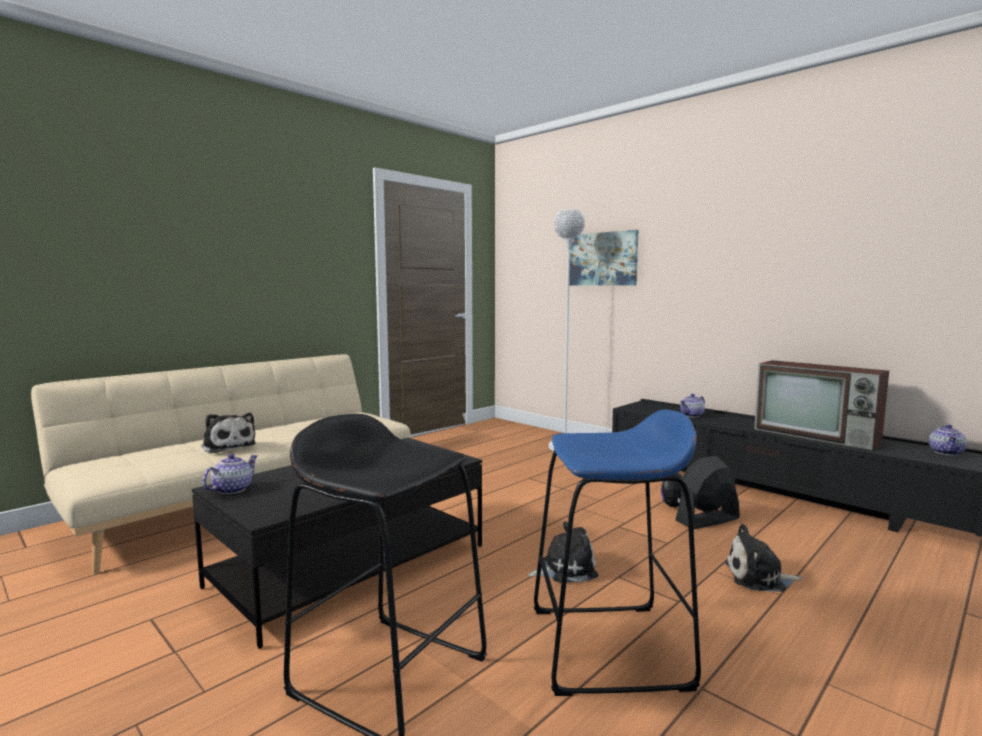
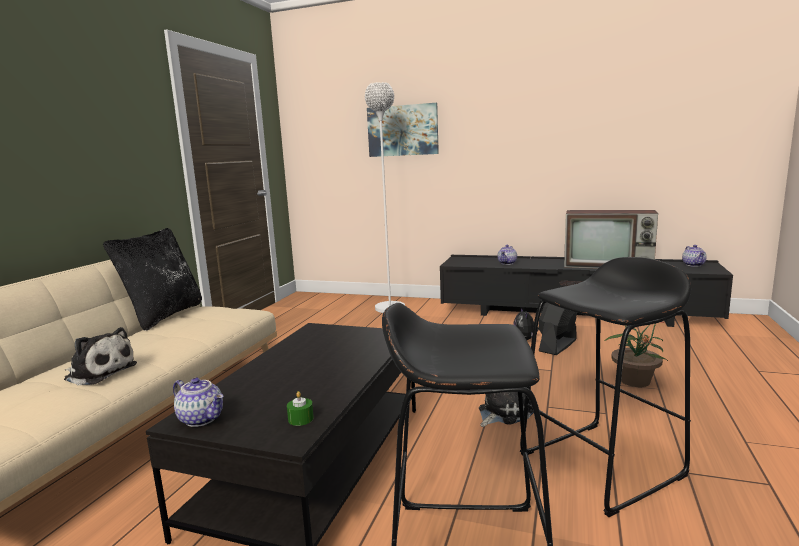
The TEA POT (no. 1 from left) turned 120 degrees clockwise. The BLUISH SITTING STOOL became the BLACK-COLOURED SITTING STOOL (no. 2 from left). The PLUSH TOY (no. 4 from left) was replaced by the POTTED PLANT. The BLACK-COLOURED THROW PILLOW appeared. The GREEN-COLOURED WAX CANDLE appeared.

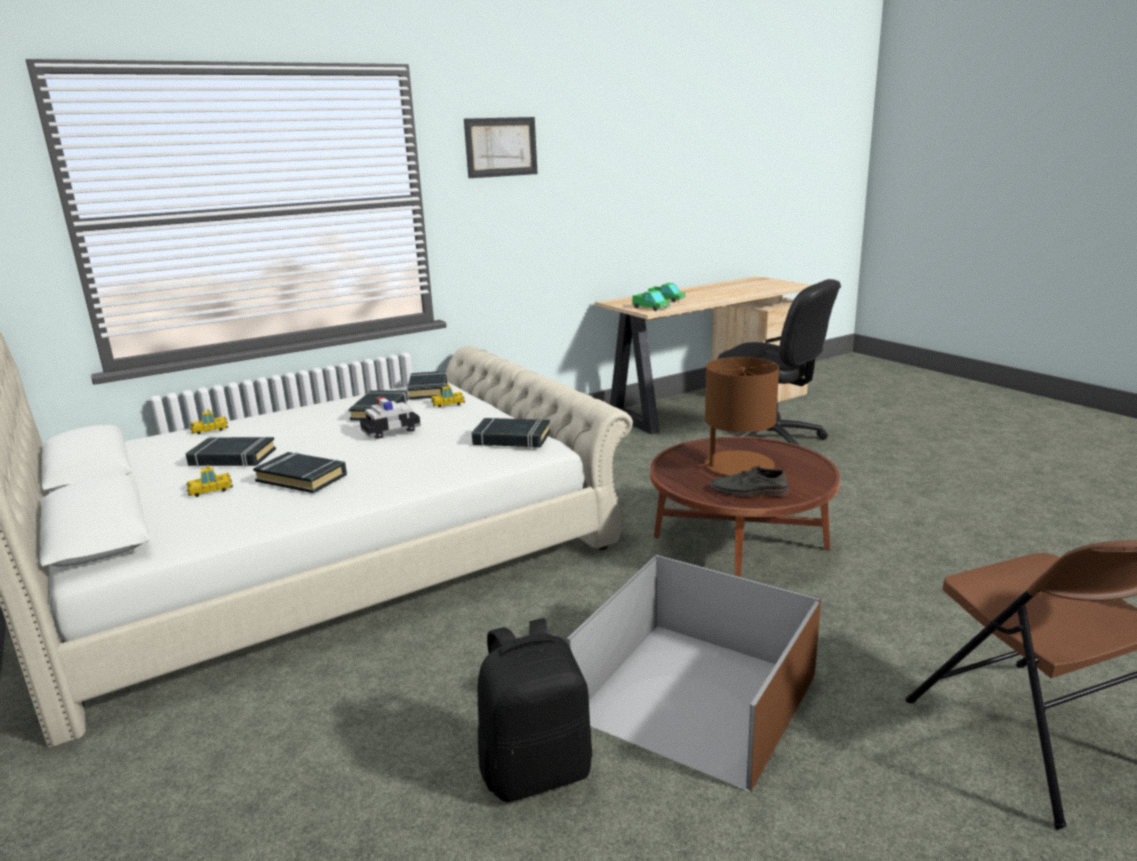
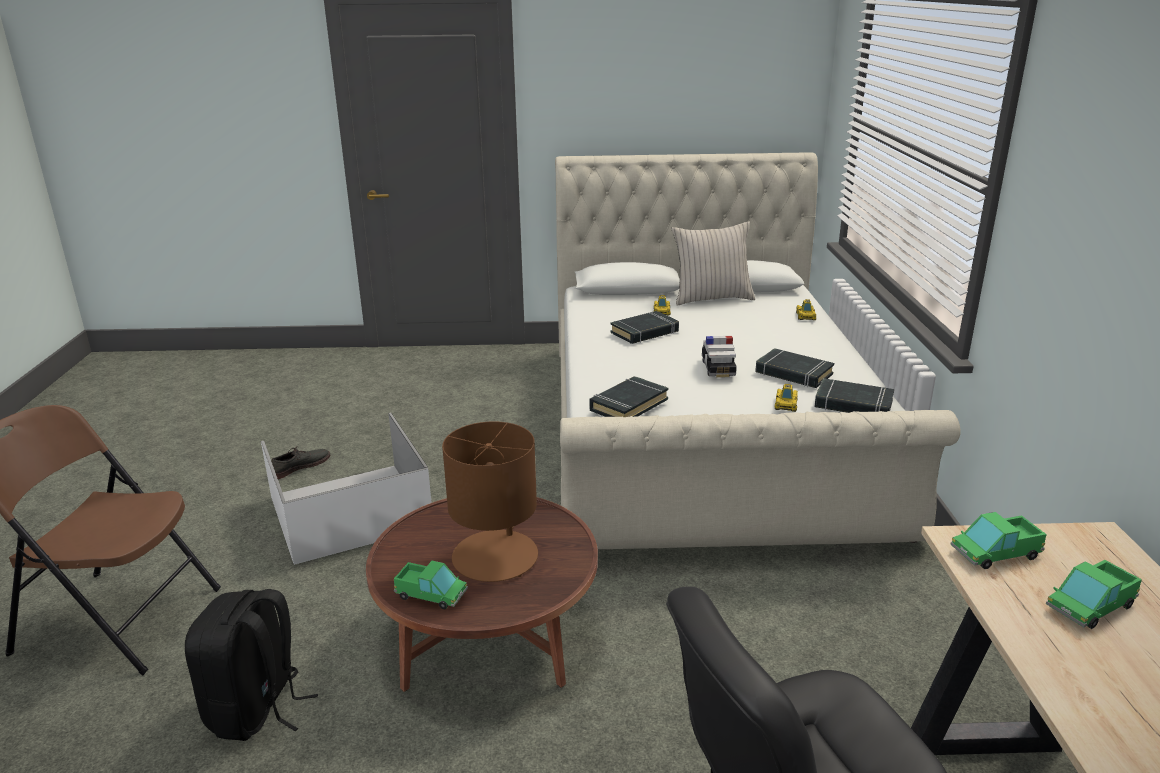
The BLACK-COLOURED VOLUME (no. 1 from left) disappeared. The WALL ART disappeared. The BLACK-COLOURED KNAPSACK moved. The BROWN STORAGE BIN became the WHITISH STORAGE BIN. The GRAY SHOE moved. The TOY TRUCK (no. 1 from left) appeared. The BEIGE-COLOURED THROW PILLOW appeared.

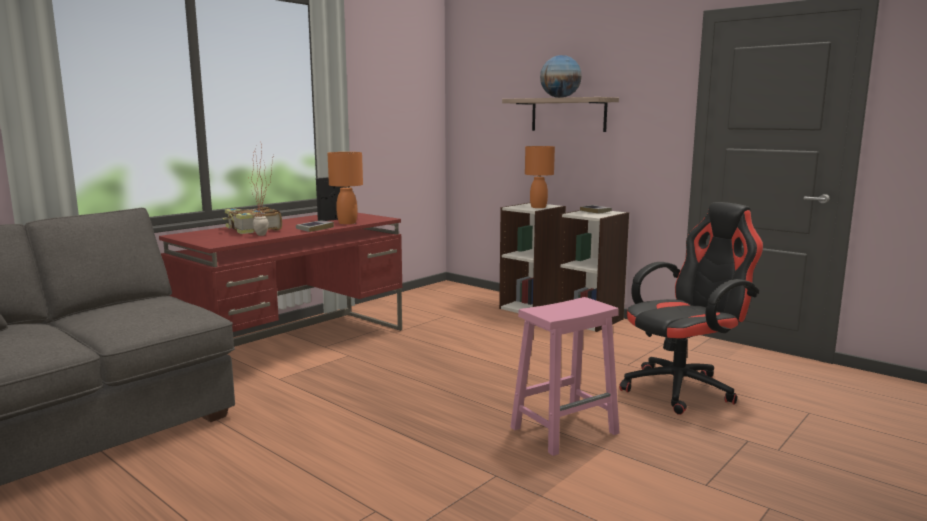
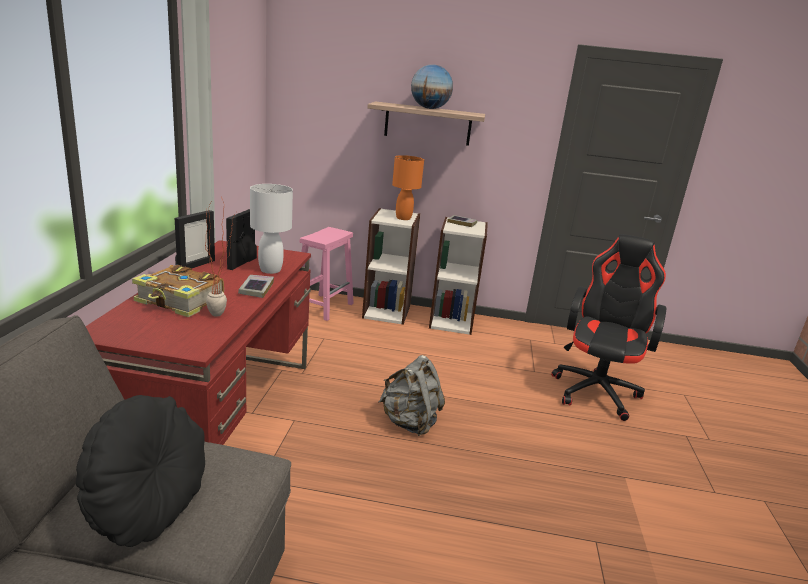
The ORANGE-COLOURED LAMP FOR A TABLE (no. 1 from left) became the WHITISH LAMP FOR A TABLE. The PINK-COLOURED SITTING STOOL moved. The BLACK-COLOURED THROW PILLOW appeared. The PHOTO FRAME (no. 1 from left) appeared. The GRAY KNAPSACK appeared.

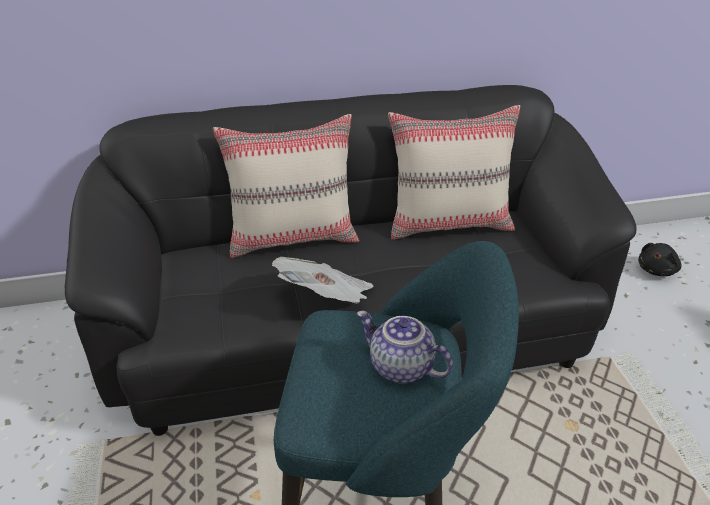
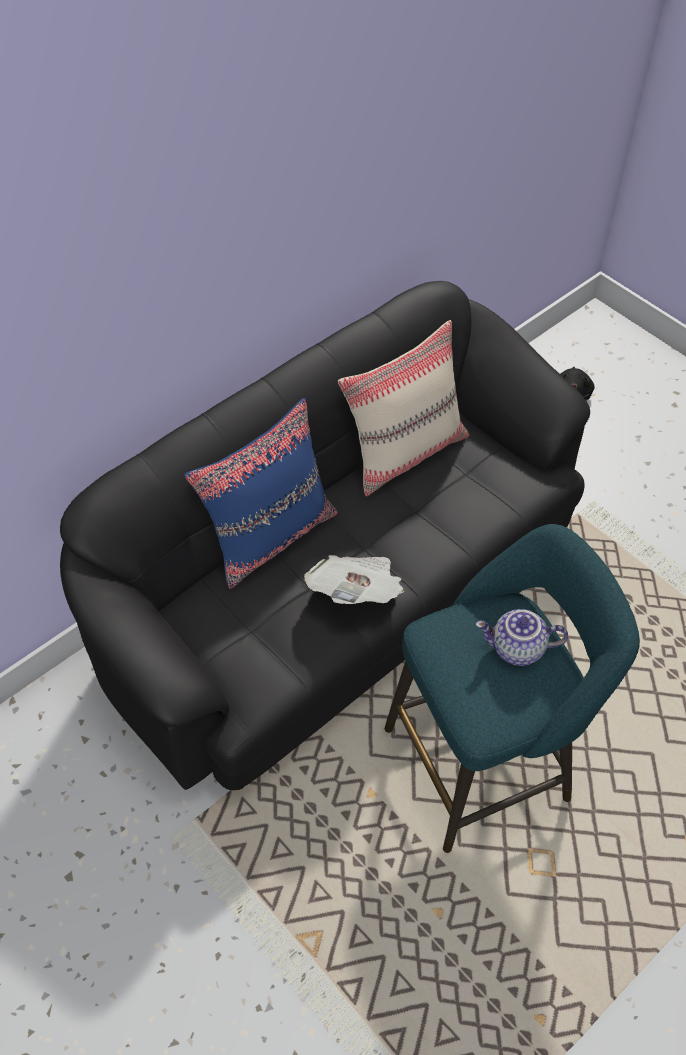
The BEIGE-COLOURED THROW PILLOW (no. 1 from left) became the BLUISH THROW PILLOW.

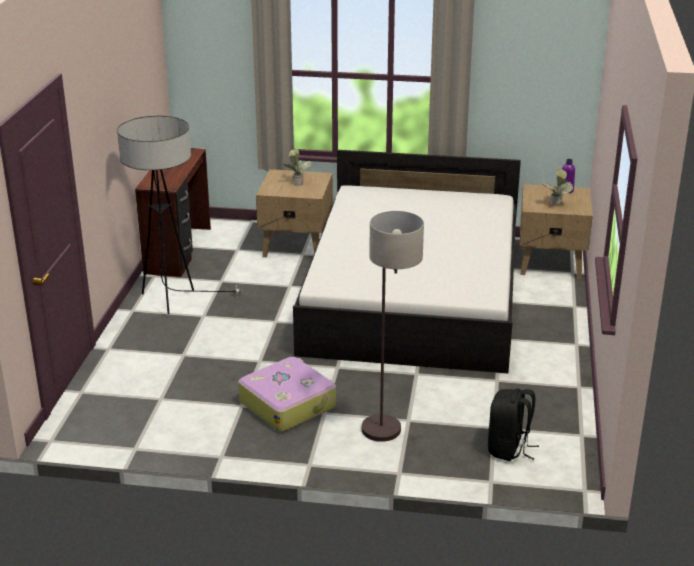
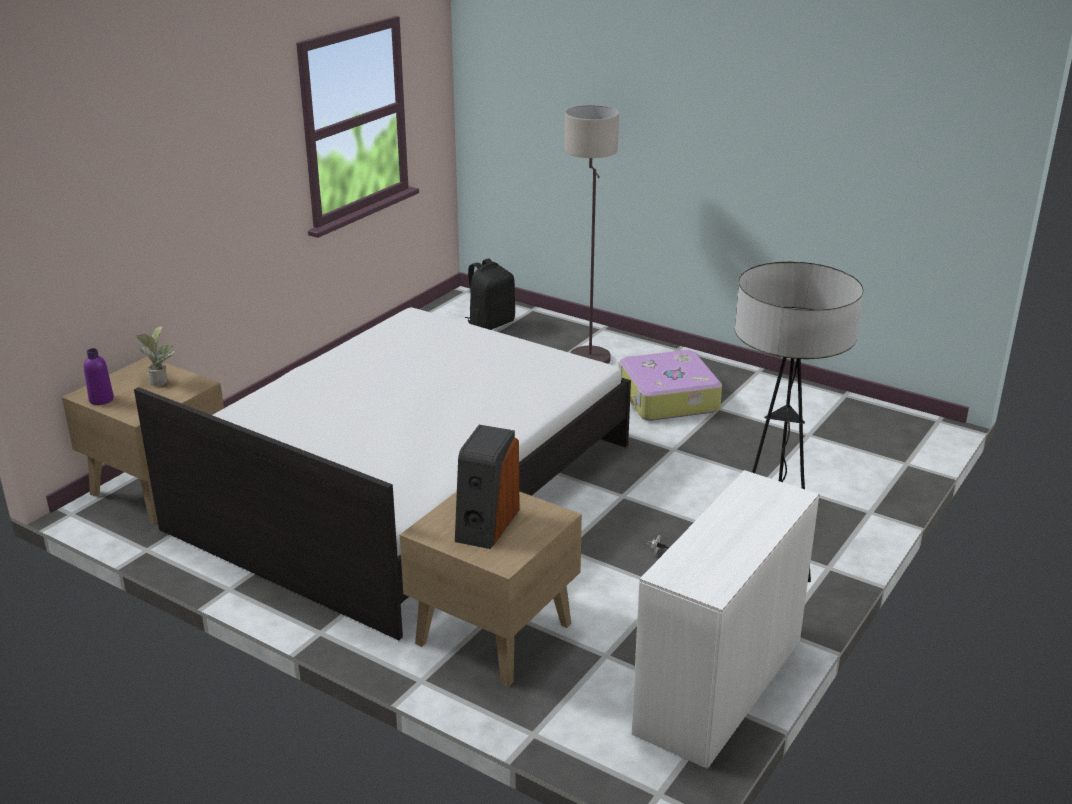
The BROWN DESK UNIT became the WHITISH DESK UNIT. The POTTED PLANT (no. 1 from left) was replaced by the AUDIO SPEAKER.

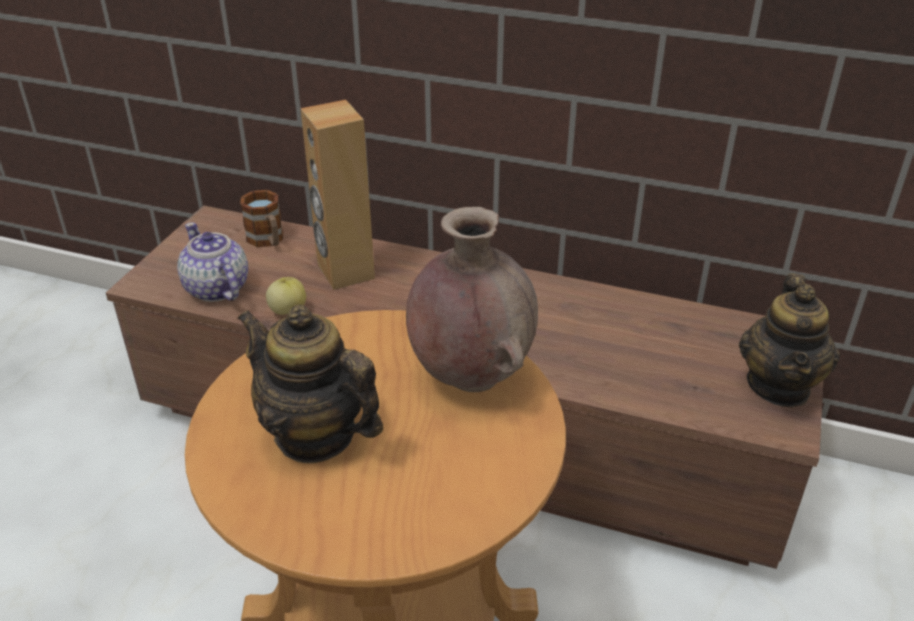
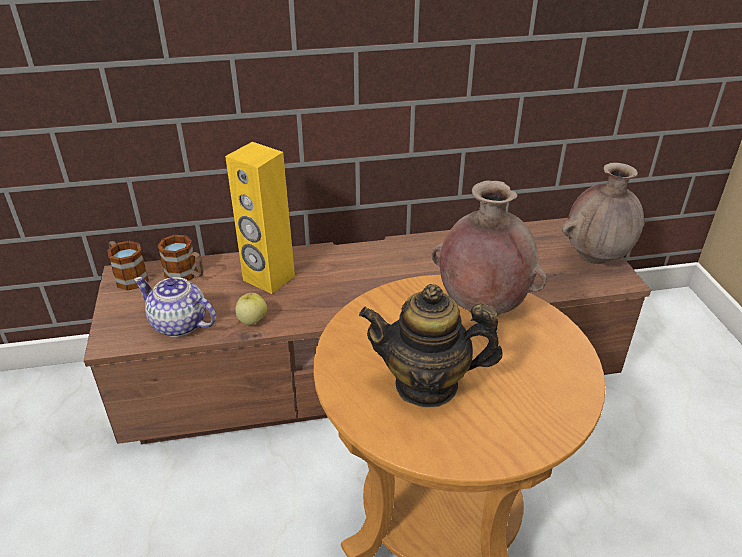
The BROWN AUDIO SPEAKER became the YELLOWISH AUDIO SPEAKER. The TEA POT (no. 3 from left) was replaced by the BROWN FLOWER VASE (no. 2 from left). The TEA MUG (no. 1 from left) appeared.

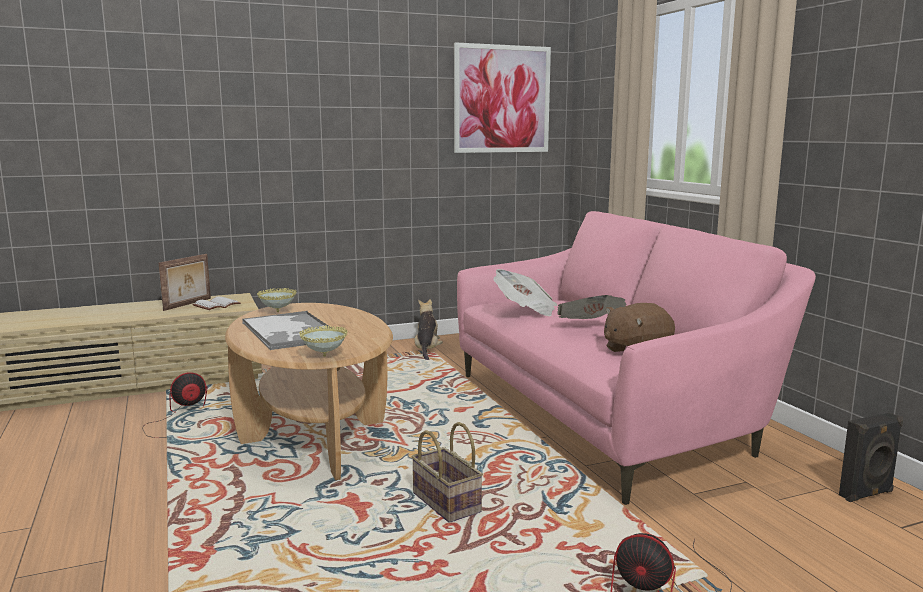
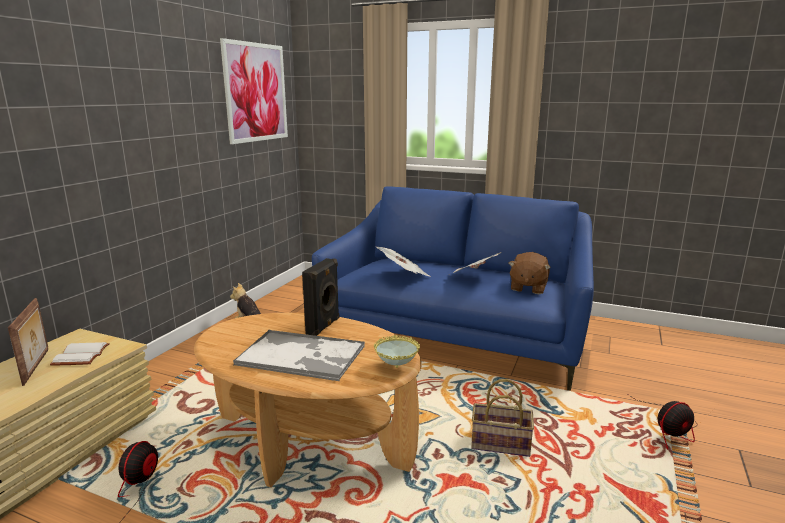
The BOWL (no. 1 from left) disappeared. The PINK-COLOURED SETTEE became the BLUISH SETTEE. The BLACK-COLOURED AUDIO SPEAKER moved.

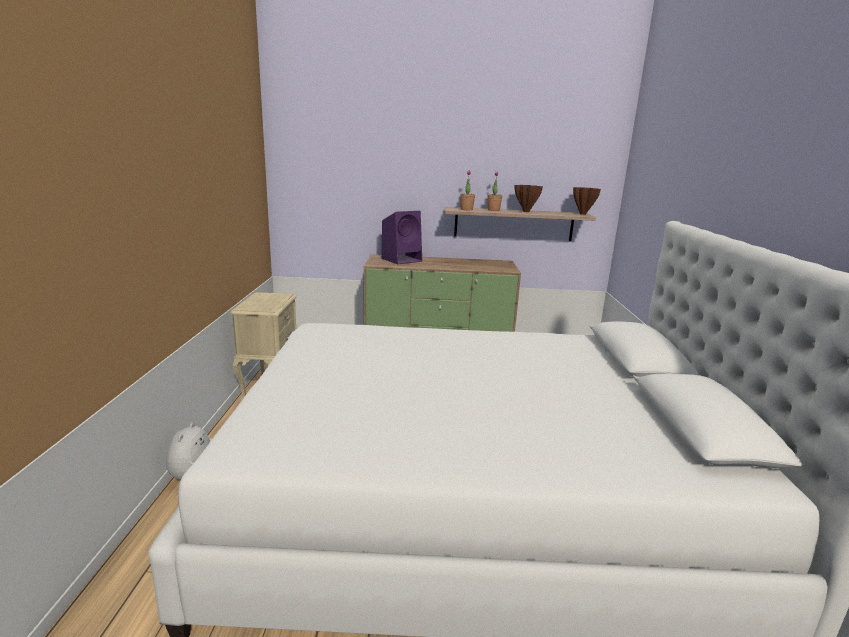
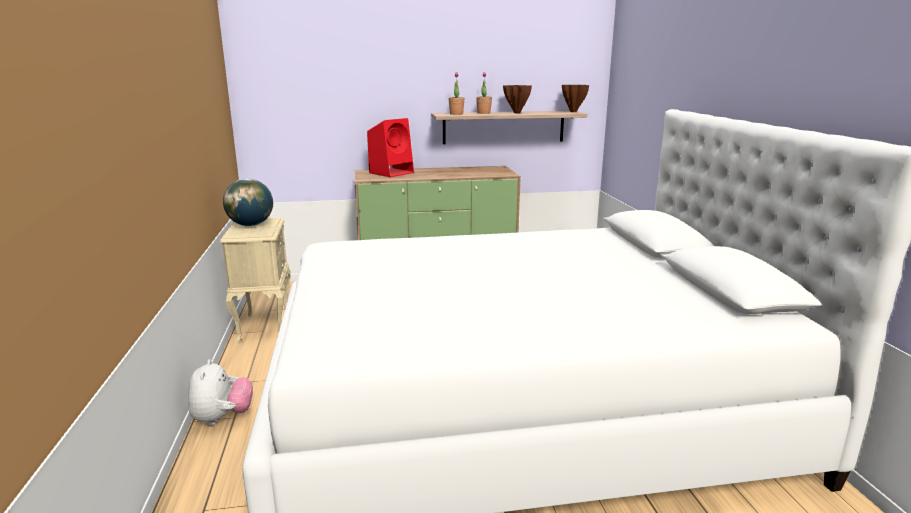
The PURPLE AUDIO SPEAKER became the REDDISH AUDIO SPEAKER. The DESK GLOBE appeared.

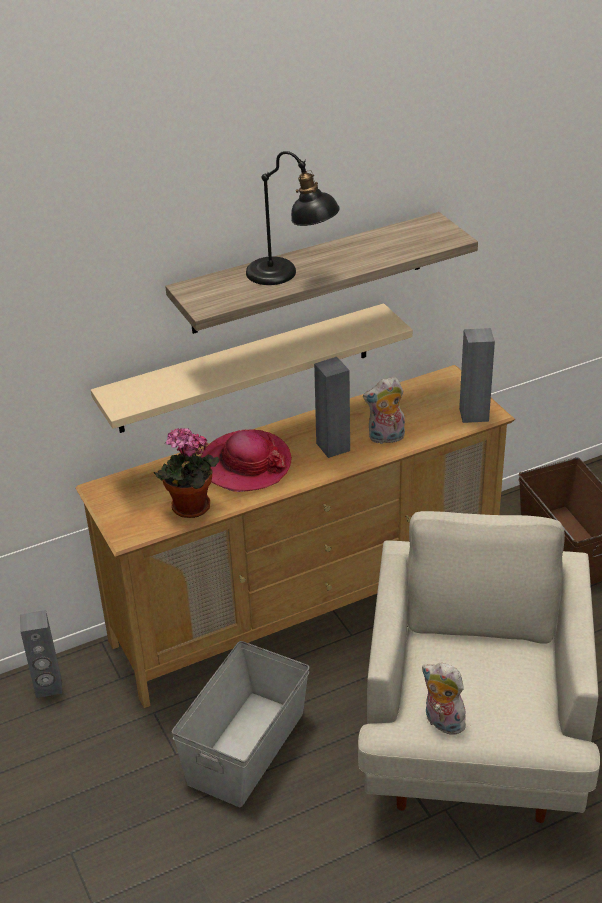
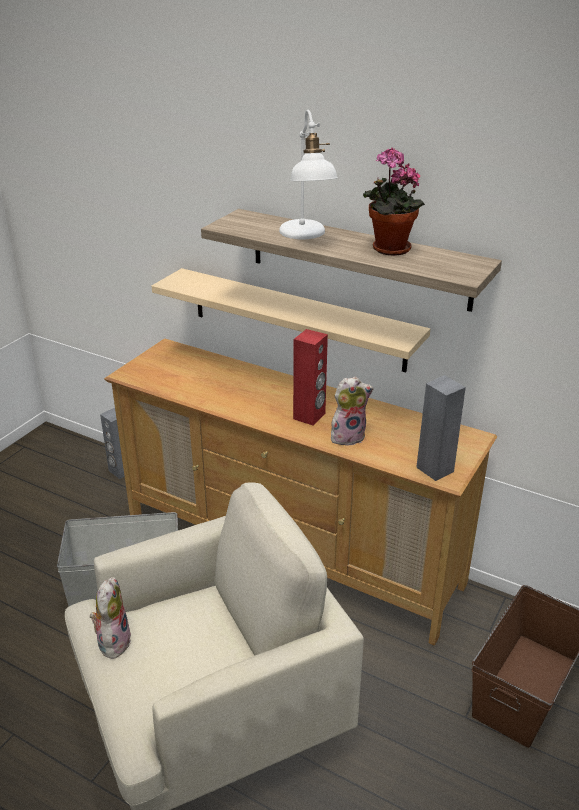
The POTTED PLANT moved. The HAT disappeared. The BLACK-COLOURED LAMP FOR A TABLE became the WHITISH LAMP FOR A TABLE. The GRAY AUDIO SPEAKER (no. 2 from left) became the REDDISH AUDIO SPEAKER. The PLUSH TOY (no. 1 from left in the first image) turned 120 degrees clockwise.

